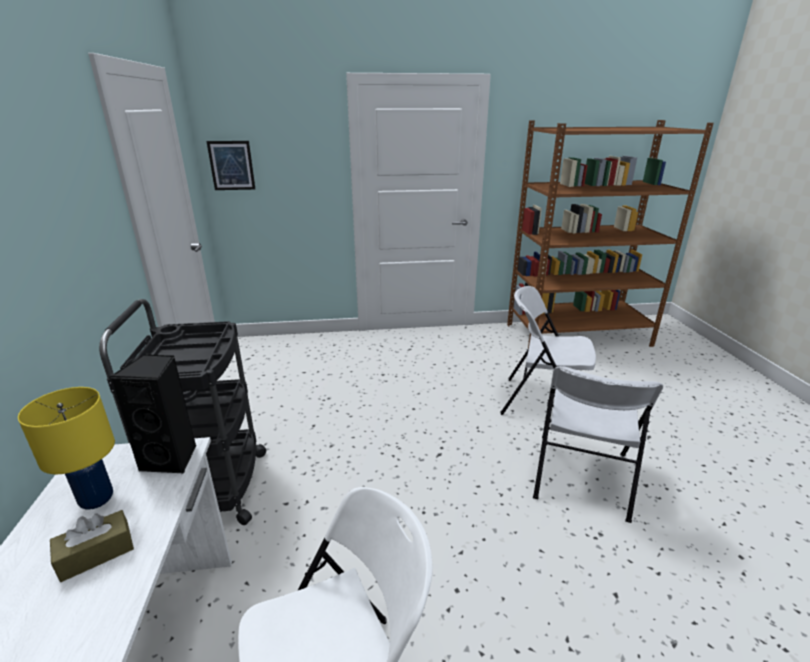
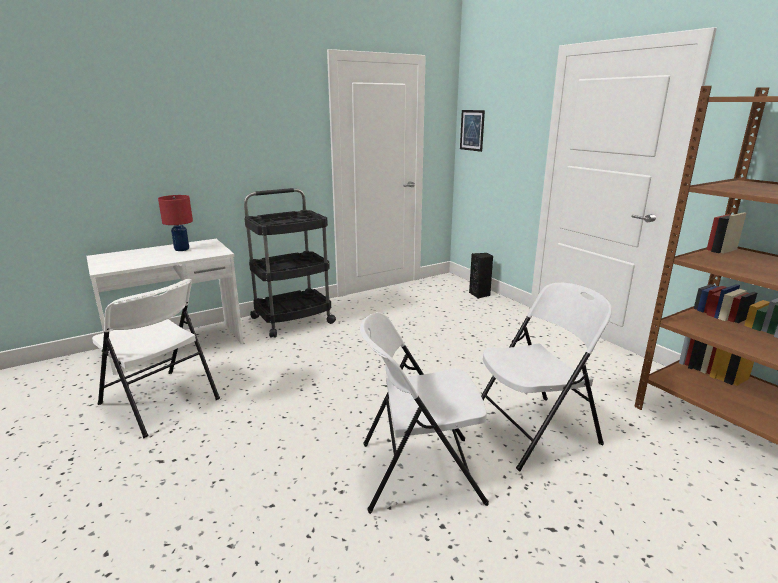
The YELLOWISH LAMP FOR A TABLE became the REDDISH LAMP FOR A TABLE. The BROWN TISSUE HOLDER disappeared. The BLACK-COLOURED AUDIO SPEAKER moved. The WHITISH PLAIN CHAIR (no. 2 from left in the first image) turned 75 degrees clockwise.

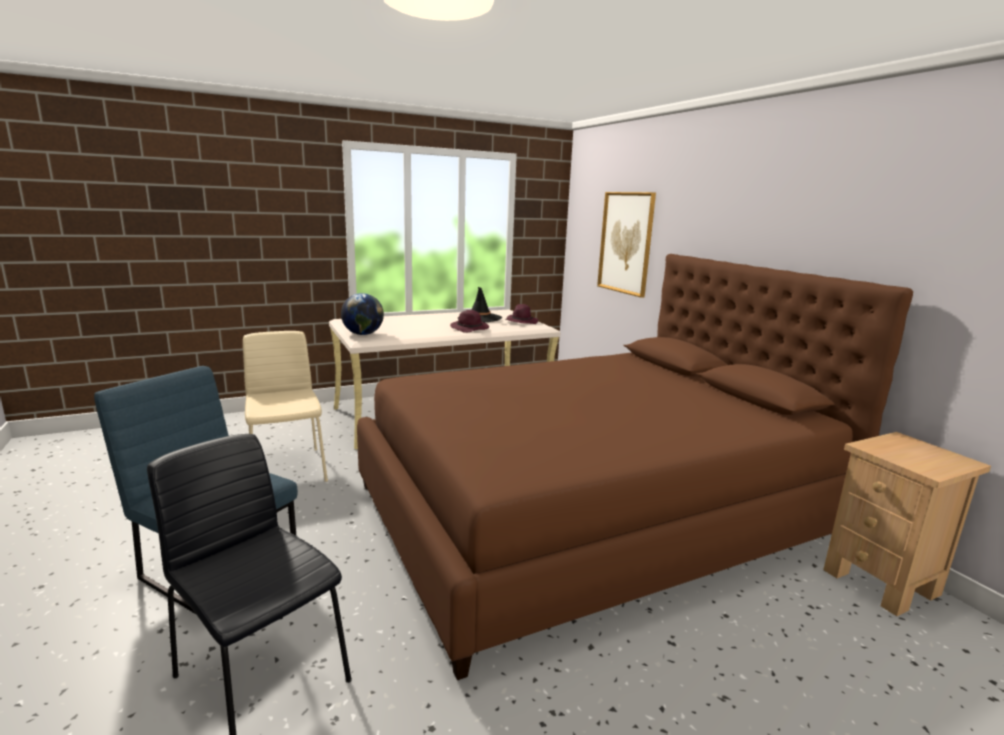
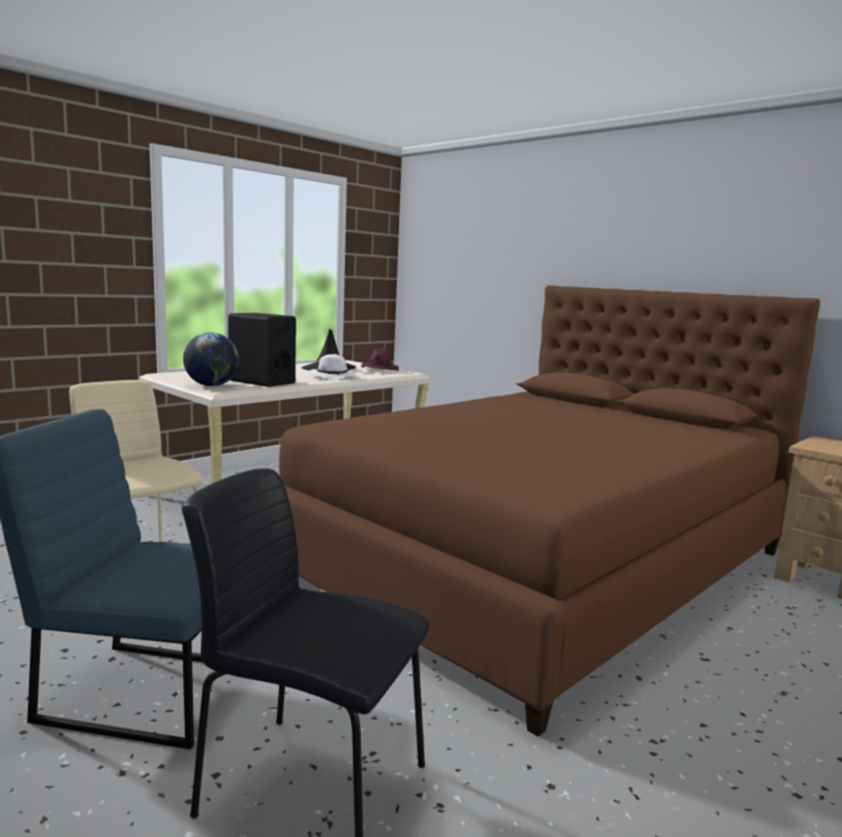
The PURPLE HAT (no. 1 from left) became the WHITISH HAT. The WALL ART disappeared. The BLACK-COLOURED AUDIO SPEAKER appeared.

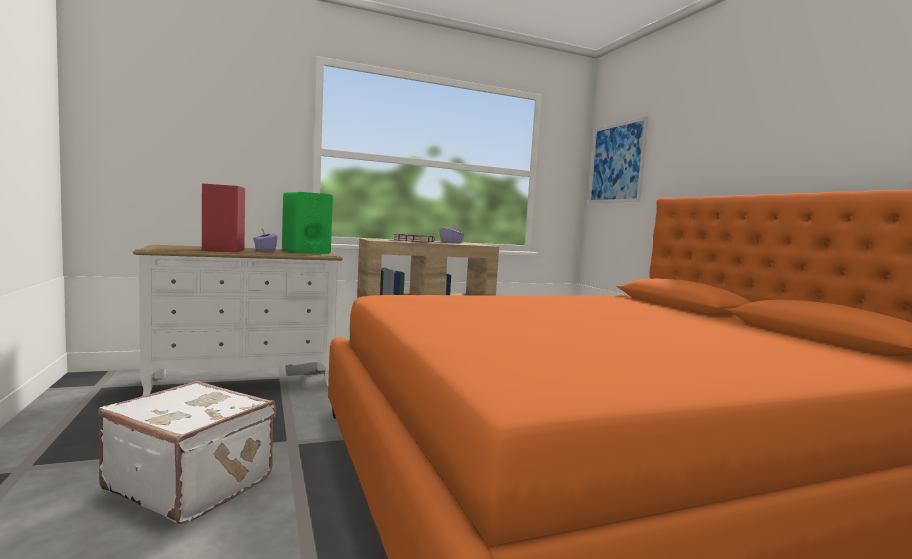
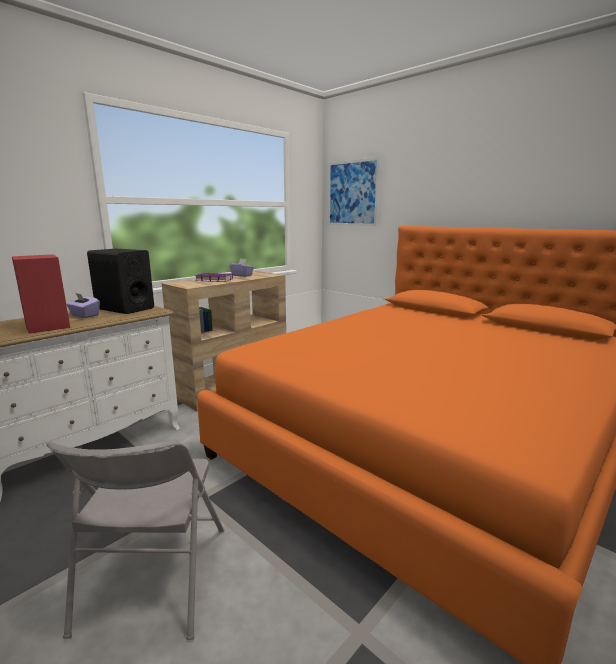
The WHITISH PIECE OF LUGGAGE was replaced by the GRAY PLAIN CHAIR. The GREEN-COLOURED AUDIO SPEAKER became the BLACK-COLOURED AUDIO SPEAKER.

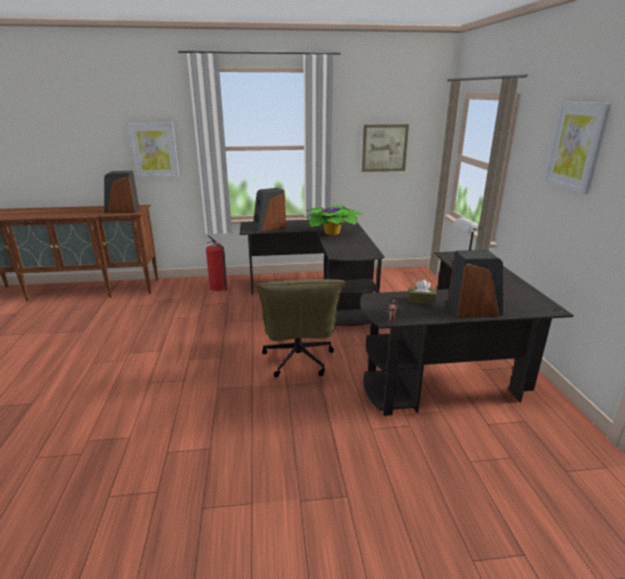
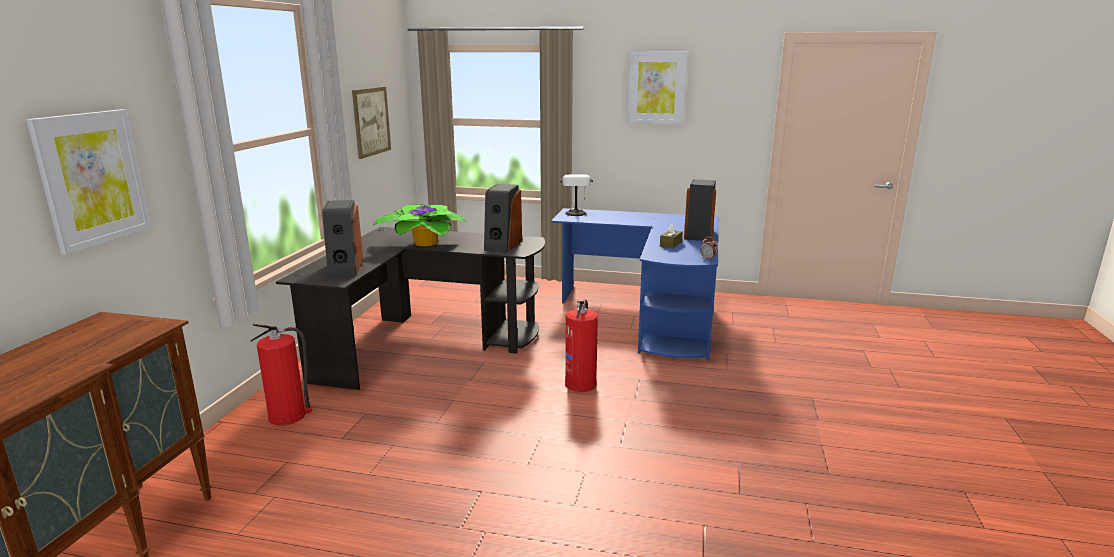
The AUDIO SPEAKER (no. 1 from left in the first image) moved. The BEIGE-COLOURED DESK CHAIR was replaced by the FIRE EXTINGUISHER (no. 2 from left). The BLACK-COLOURED DESK UNIT (no. 2 from left) became the BLUISH DESK UNIT.

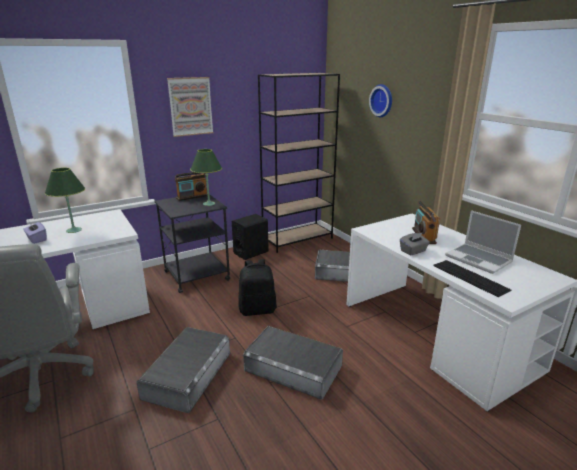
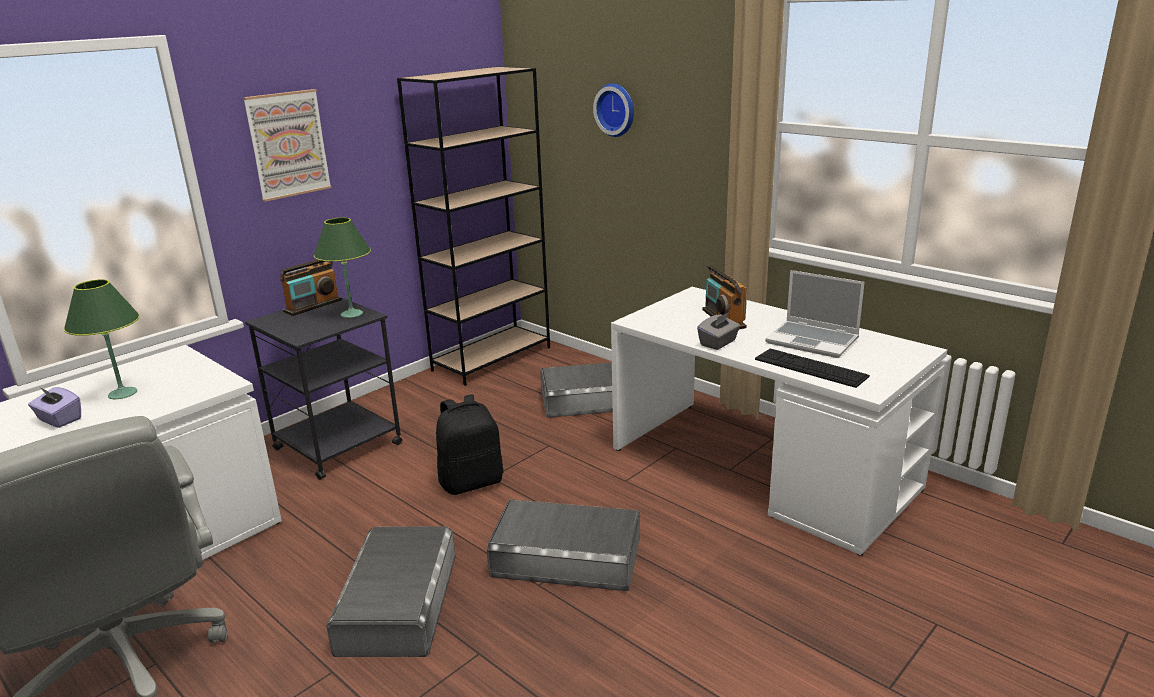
The BLACK-COLOURED AUDIO SPEAKER disappeared.

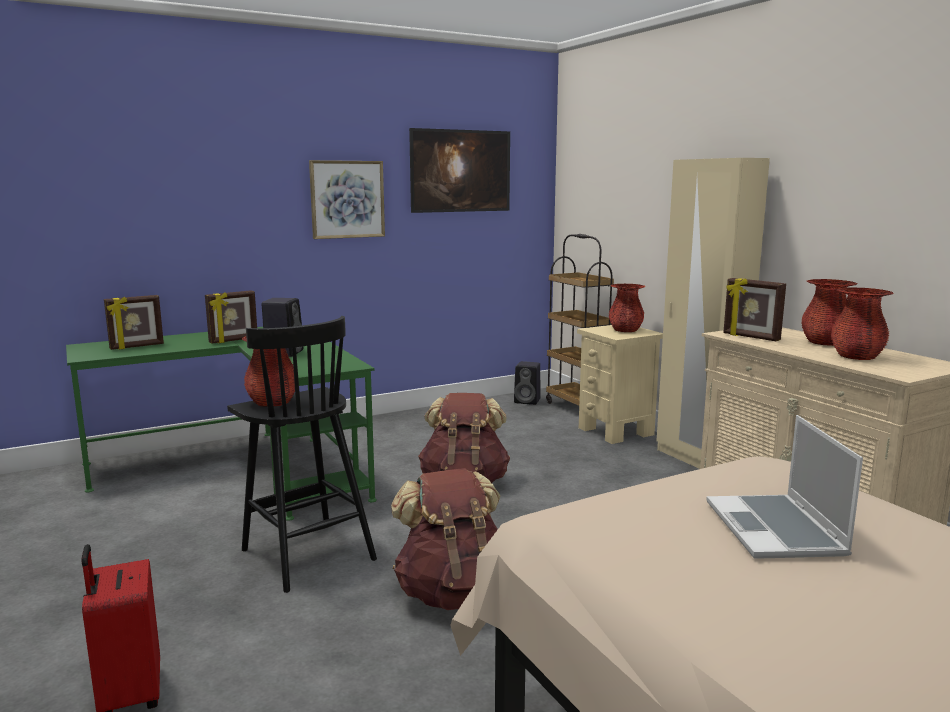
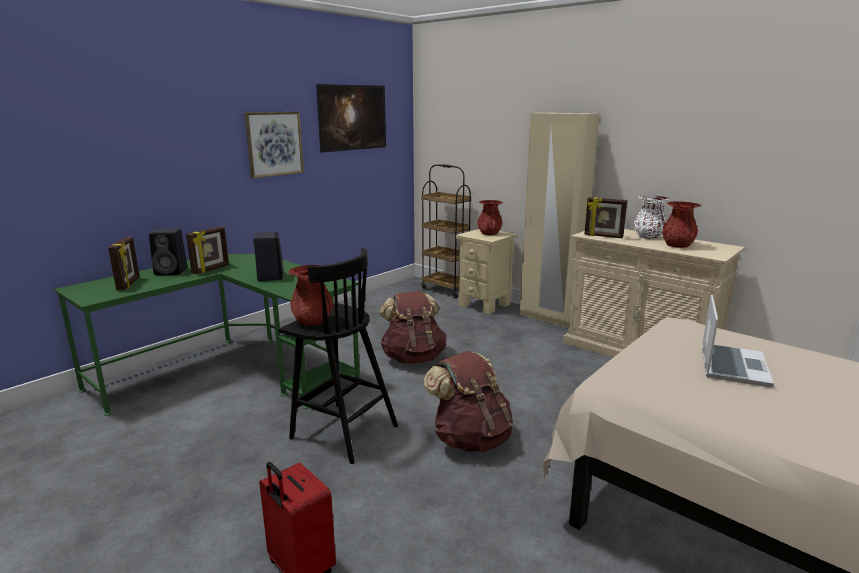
The PHOTO FRAME (no. 1 from left) turned 45 degrees counterclockwise. The BLACK-COLOURED AUDIO SPEAKER (no. 2 from left in the first image) moved. The NOTEBOOK COMPUTER turned 135 degrees counterclockwise. The REDDISH FLOWER VASE (no. 3 from left) became the WHITISH FLOWER VASE.

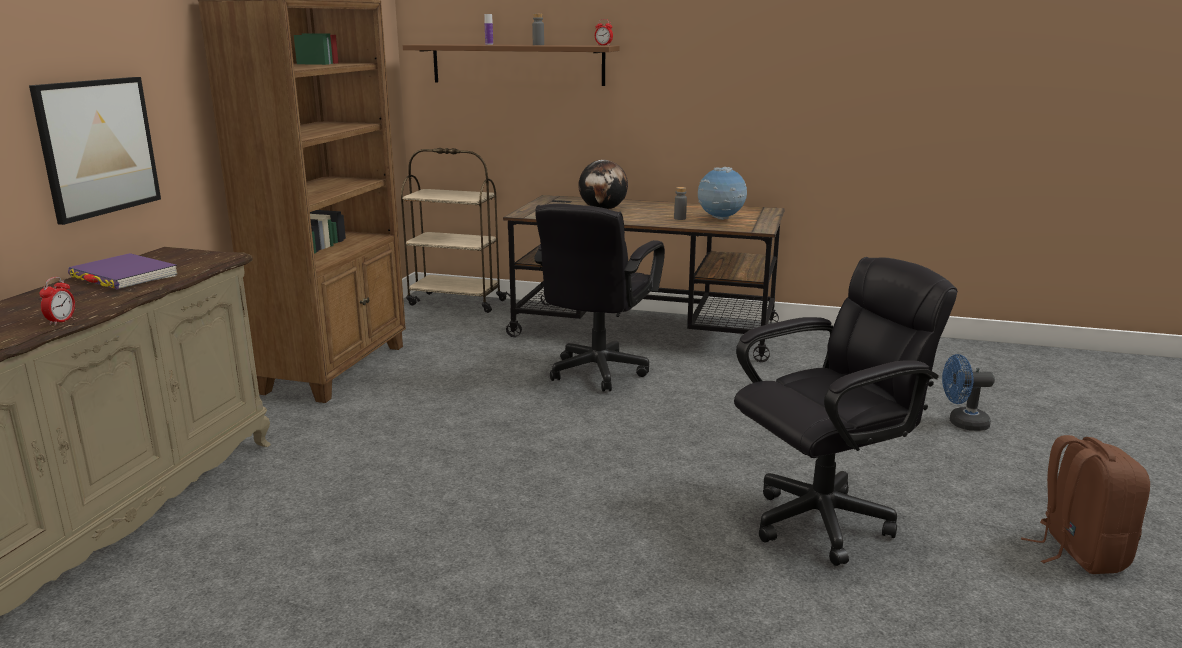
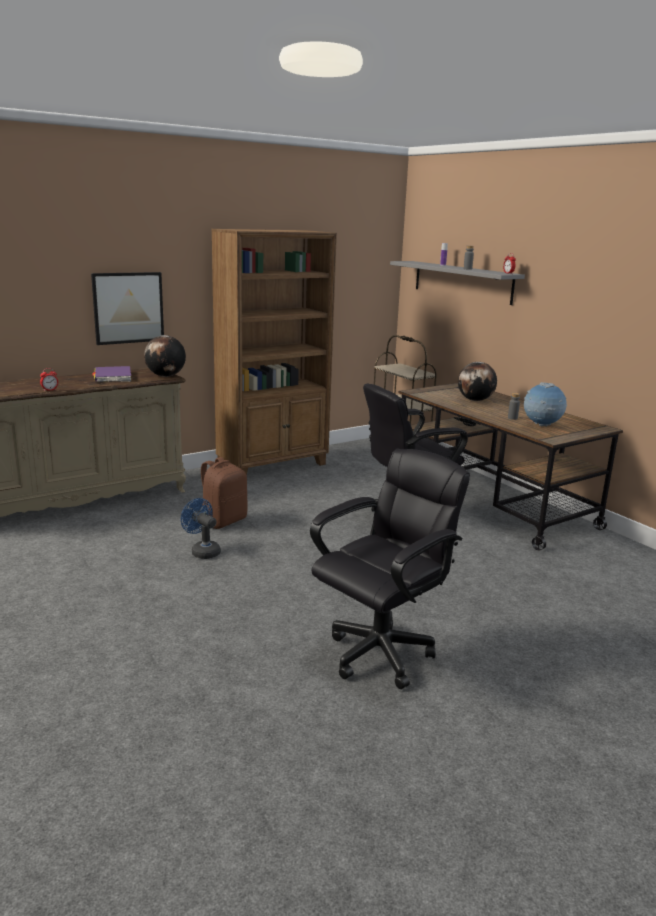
The BROWN WALL SHELF became the GRAY WALL SHELF. The BLACK-COLOURED DESK CHAIR (no. 2 from left in the first image) turned 60 degrees counterclockwise. The BLUISH COOLING FAN moved. The BROWN KNAPSACK moved. The DESK GLOBE (no. 1 from left) appeared.

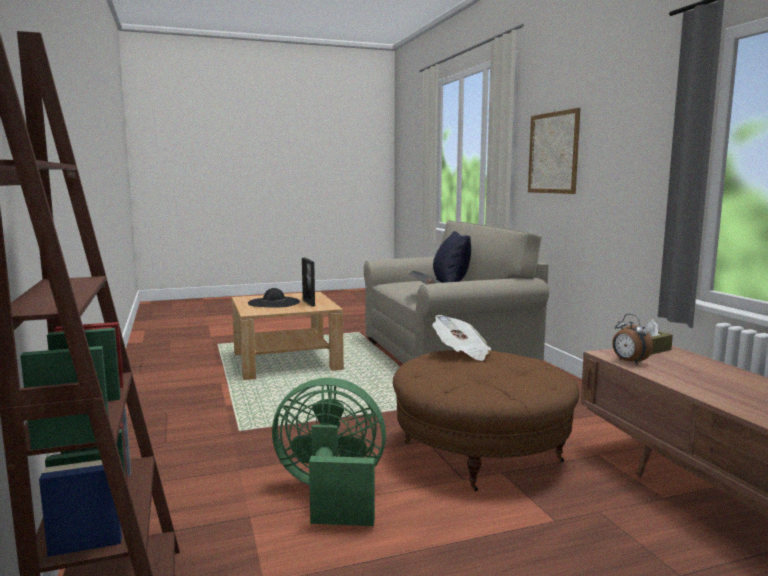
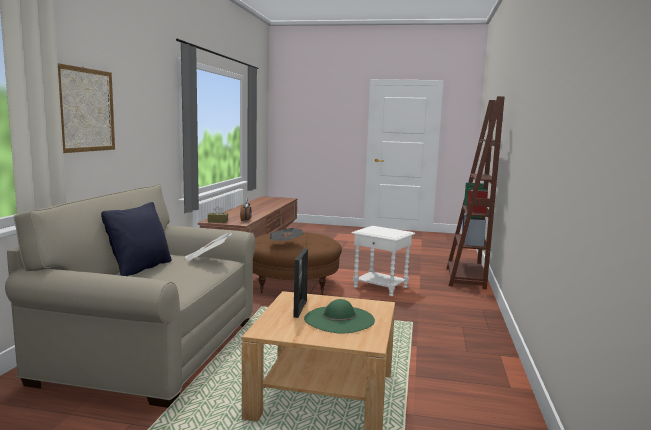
The BLACK-COLOURED HAT became the GREEN-COLOURED HAT. The GREEN-COLOURED COOLING FAN was replaced by the WHITISH END TABLE.

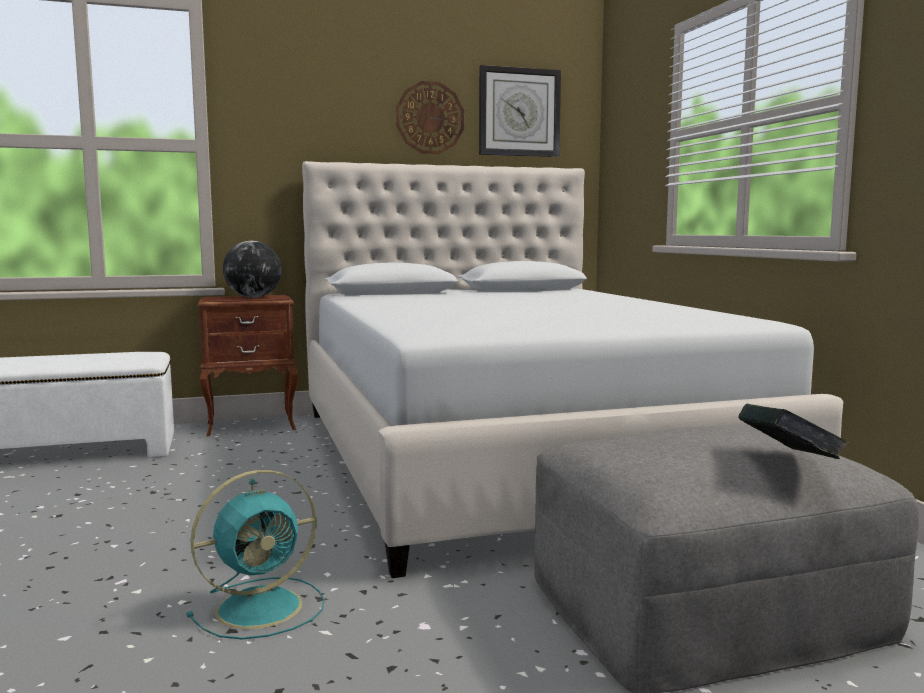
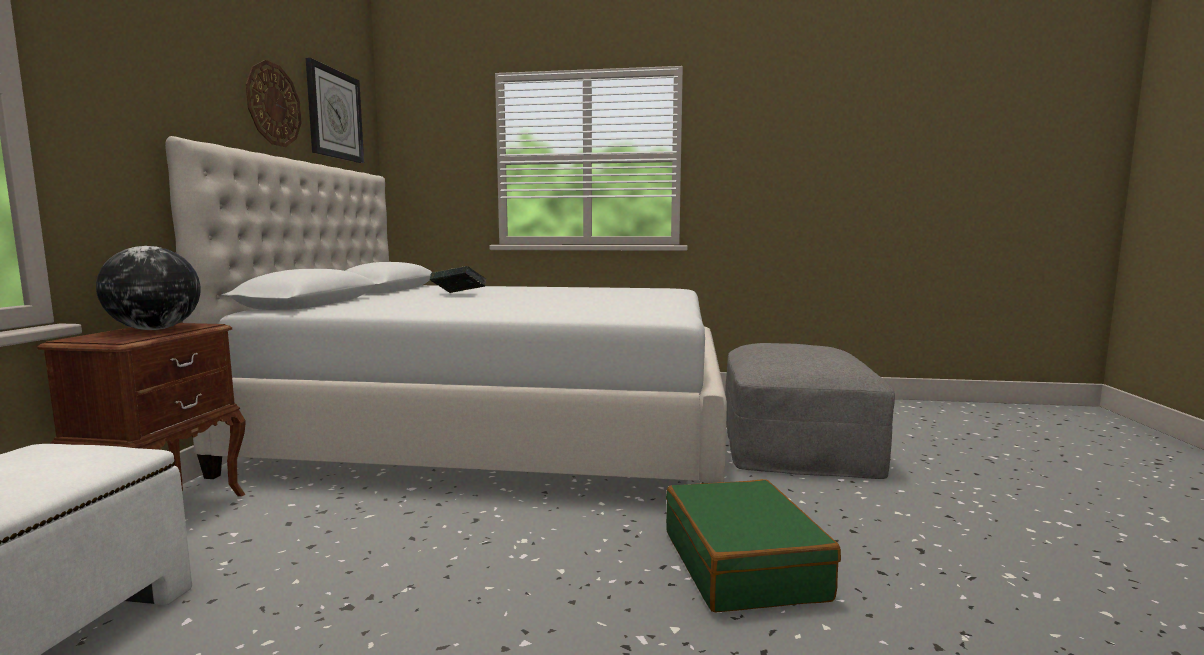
The TURQUOISE COOLING FAN was replaced by the GREEN-COLOURED PIECE OF LUGGAGE. The VOLUME moved.

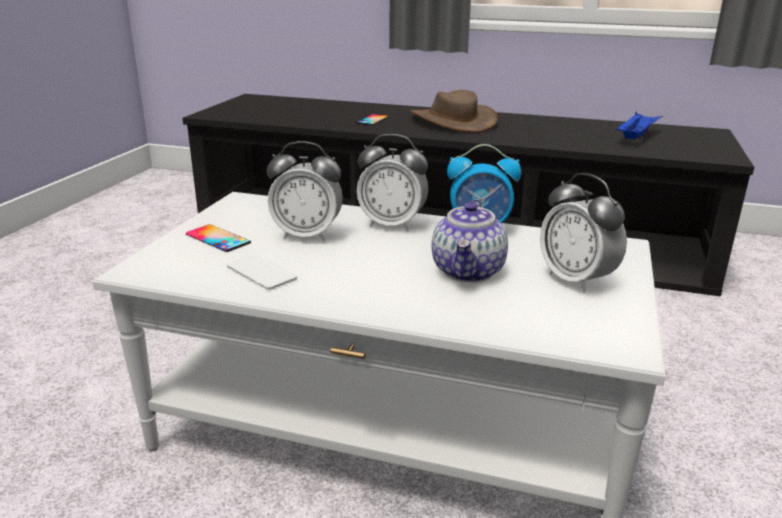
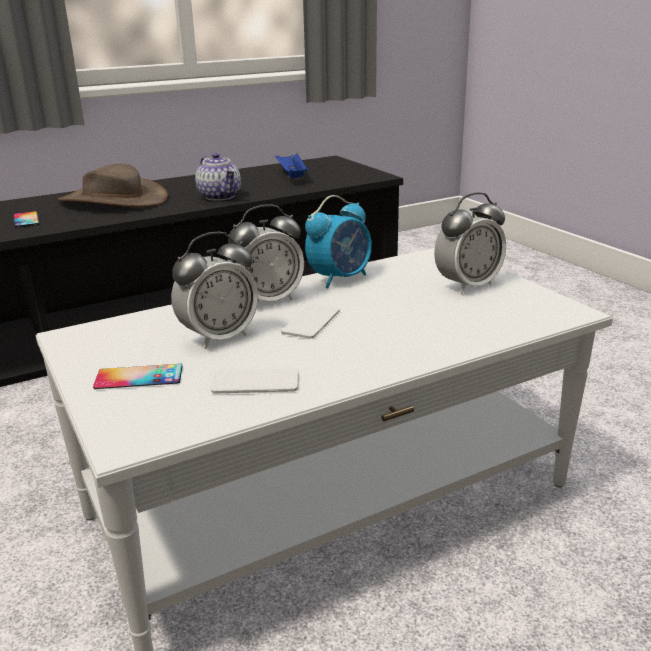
The TEA POT moved. The TABLE CLOCK (no. 4 from left) turned 45 degrees counterclockwise. The TELEPHONE (no. 4 from left) appeared.

